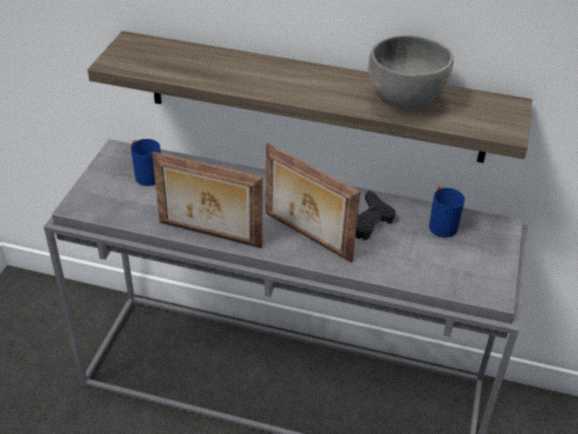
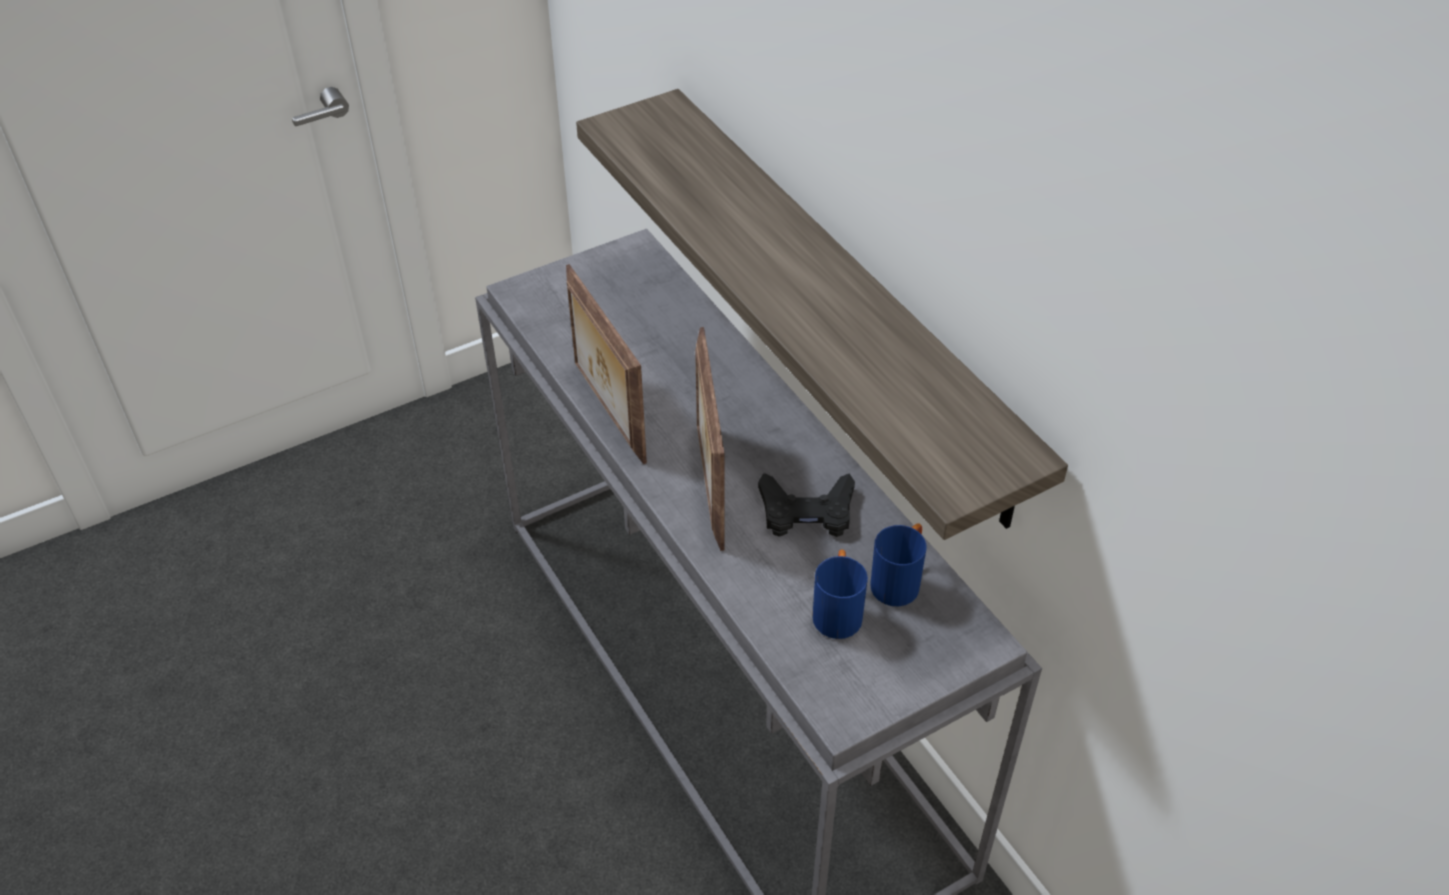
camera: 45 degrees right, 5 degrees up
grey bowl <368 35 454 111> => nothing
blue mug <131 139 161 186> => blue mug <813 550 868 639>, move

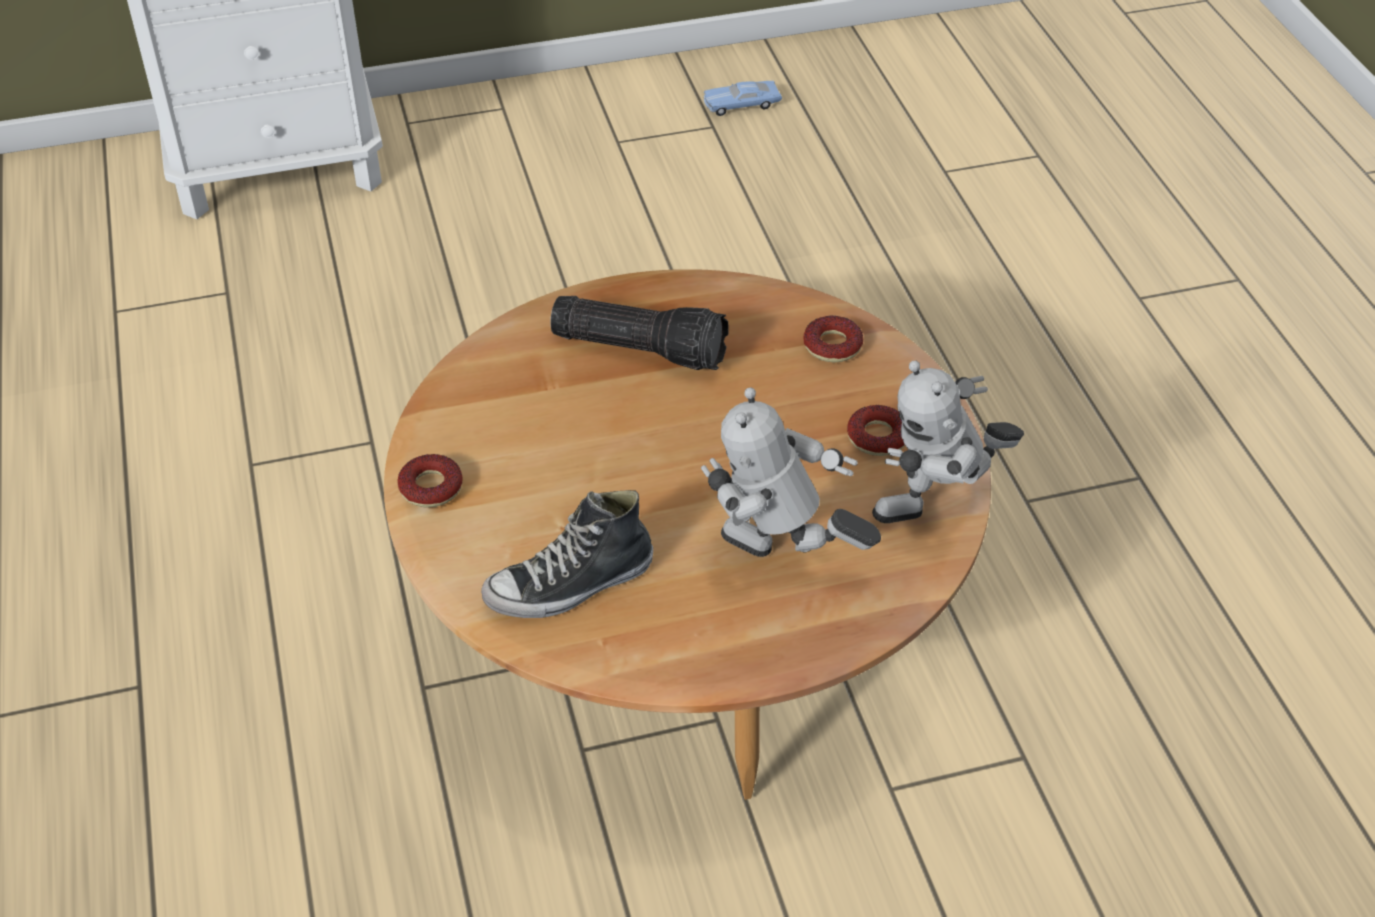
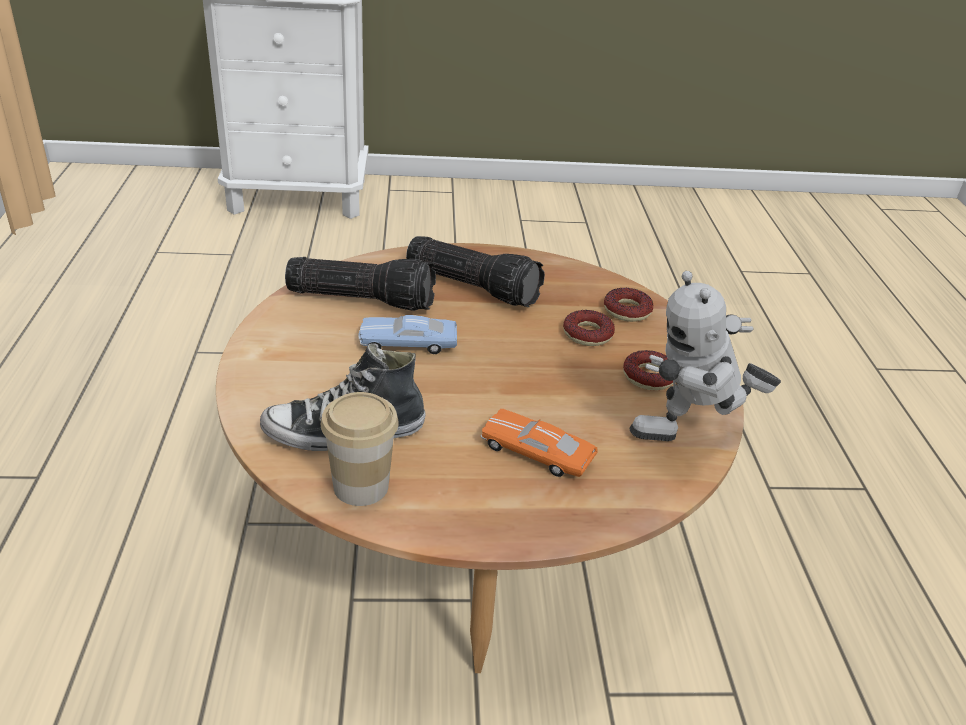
camera: 10 degrees right, 10 degrees down
nothing => flashlight <285 257 436 311>
nothing => cup <321 392 399 506>
donut <397 454 463 508> => donut <563 310 615 346>, move
blue toy car <703 81 782 116> => blue toy car <359 315 457 354>, move
toy robot <701 387 881 557> => orange toy car <481 409 598 477>

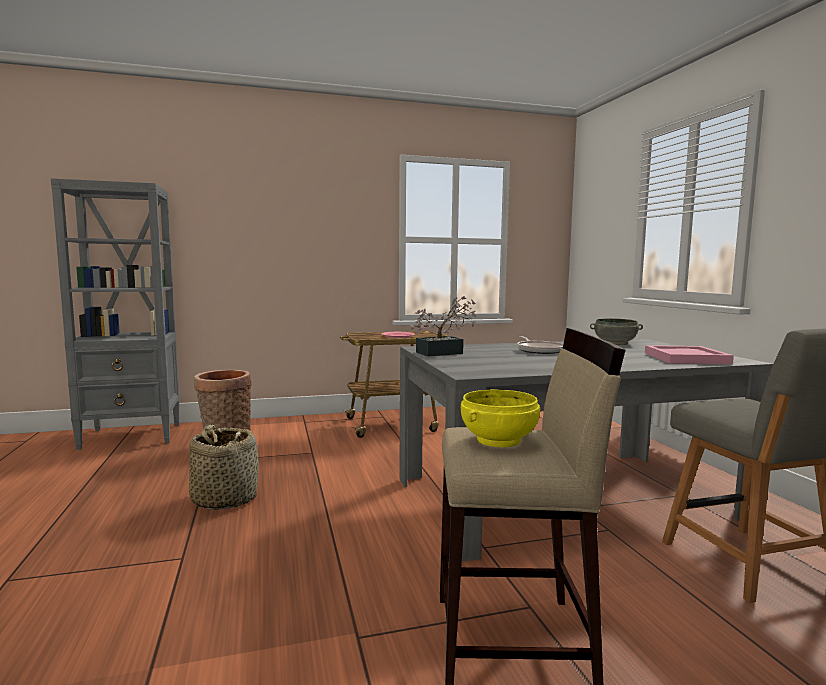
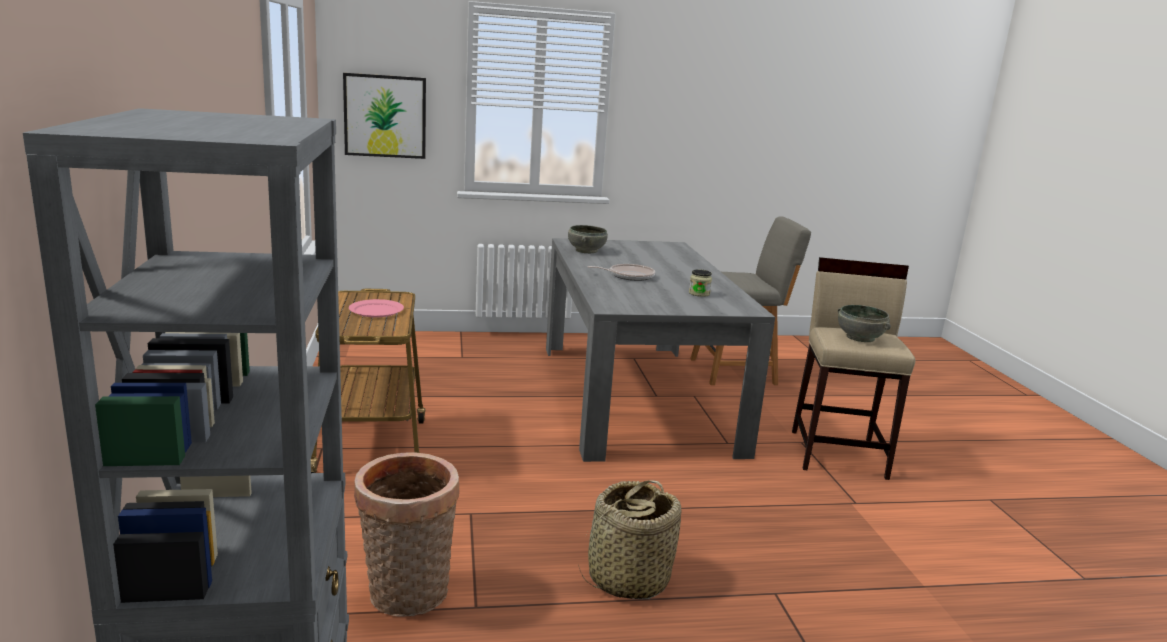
camera: 85 degrees left, 10 degrees up
potted plant <410 296 476 356> => nothing
pink tray <645 345 734 364> => nothing
nothing => picture <343 73 426 159>
nothing => jar <689 269 712 297>
yellow bowl <461 390 540 447> => grey bowl <838 305 891 342>

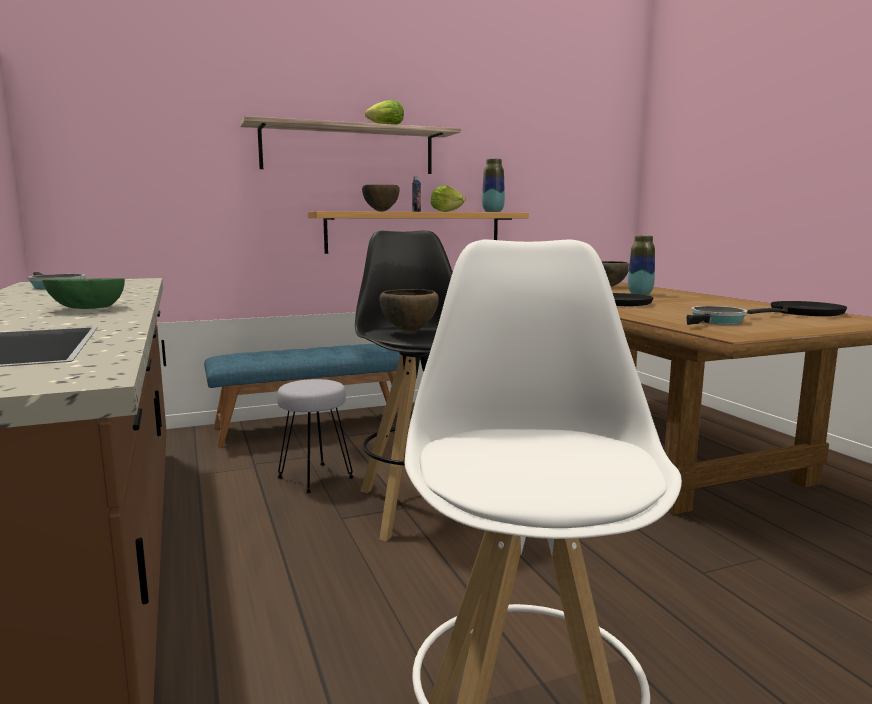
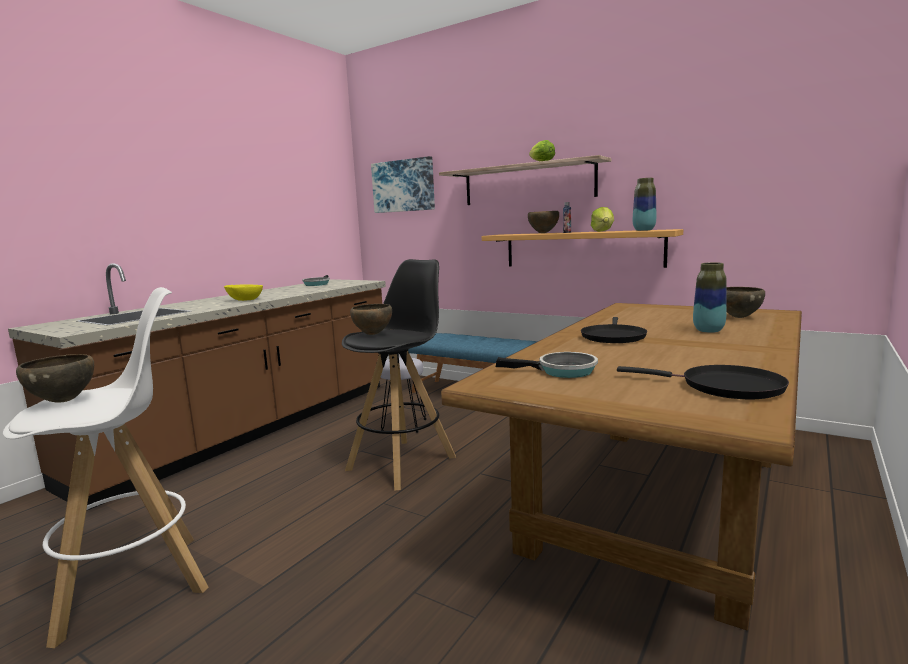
camera: 55 degrees right, 0 degrees up
nothing => brown bowl <16 354 94 402>
nothing => picture <371 156 435 213>
green bowl <42 278 125 309> => yellow bowl <224 284 263 301>

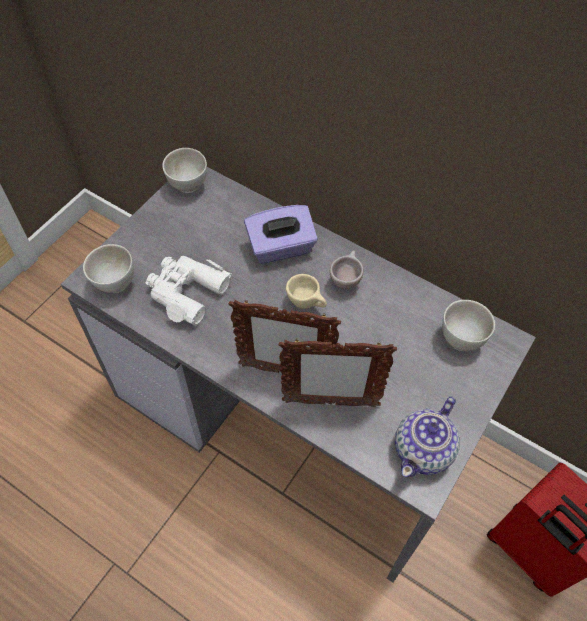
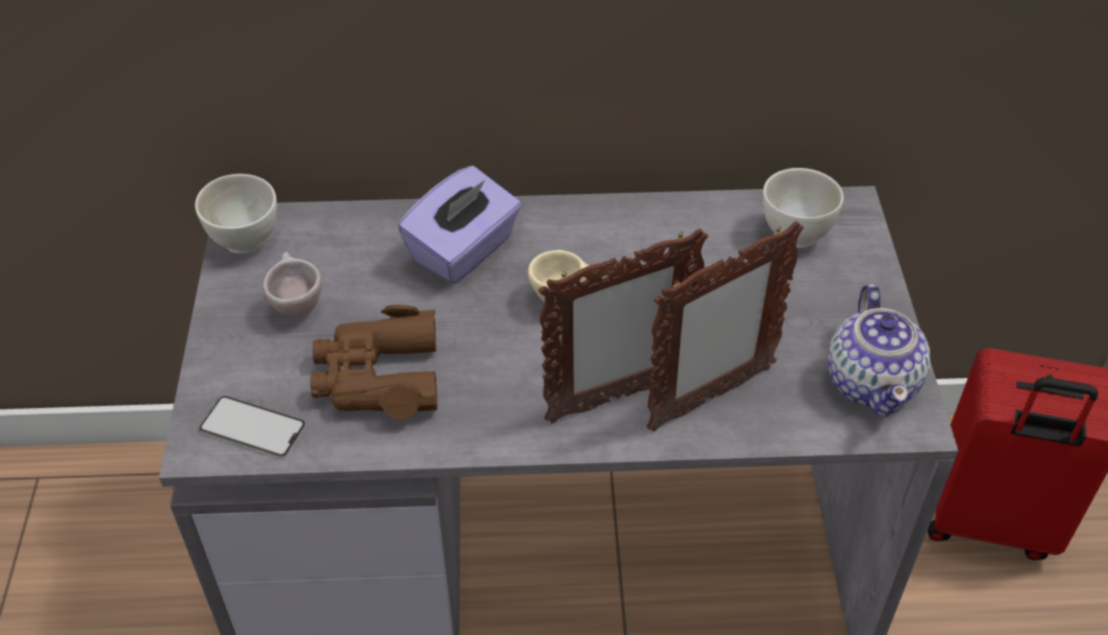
camera: 35 degrees left, 10 degrees down
beige cup <330 251 364 290> => beige cup <263 252 322 318>, move
white bowl <83 244 134 293> => phone <199 396 306 458>
white binoculars <145 256 232 326> => brown binoculars <310 305 437 420>

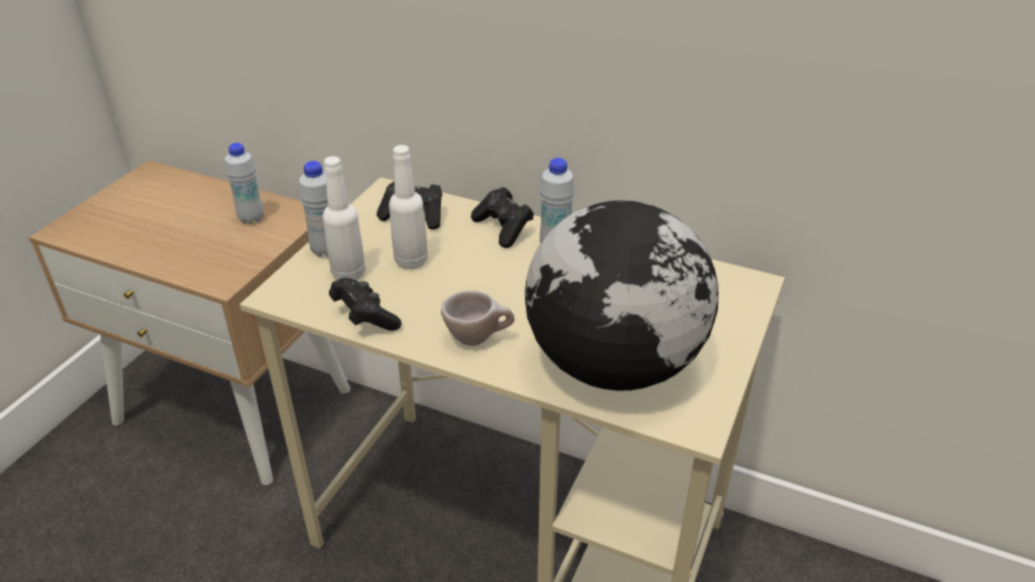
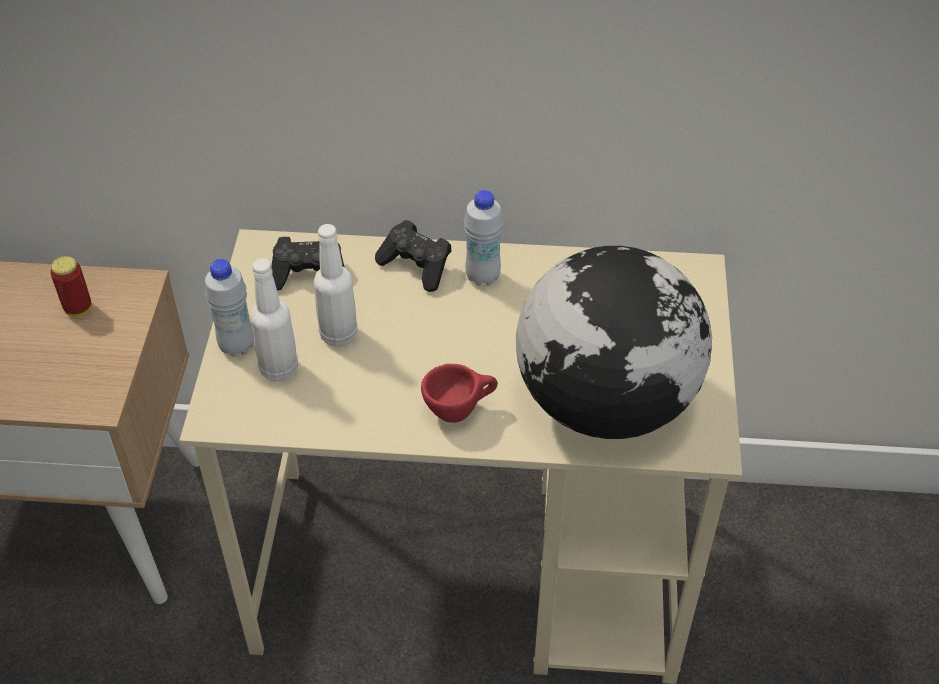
camera: 20 degrees left, 10 degrees up
black game controller <329 278 402 331> => nothing
white bottle <225 143 264 224> => can <50 256 92 317>
beige cup <441 291 515 346> => red cup <421 364 498 423>

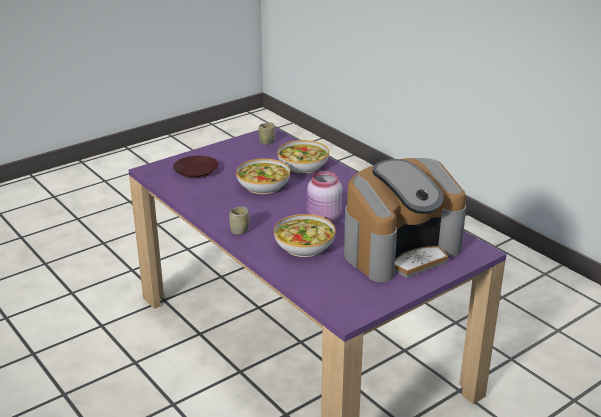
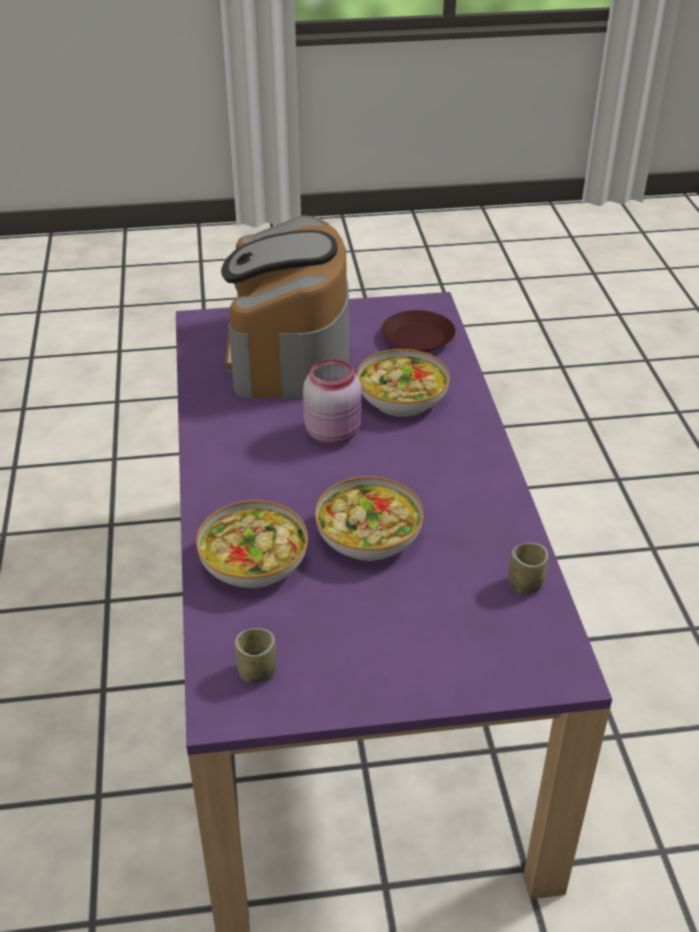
camera: 150 degrees left, 10 degrees up
brown plate <173 156 219 178> => brown plate <382 310 456 352>, move
cup <229 206 249 235> => cup <509 543 548 594>, move
coffee machine <344 158 466 282> => coffee machine <221 215 349 399>, 90 degrees counterclockwise

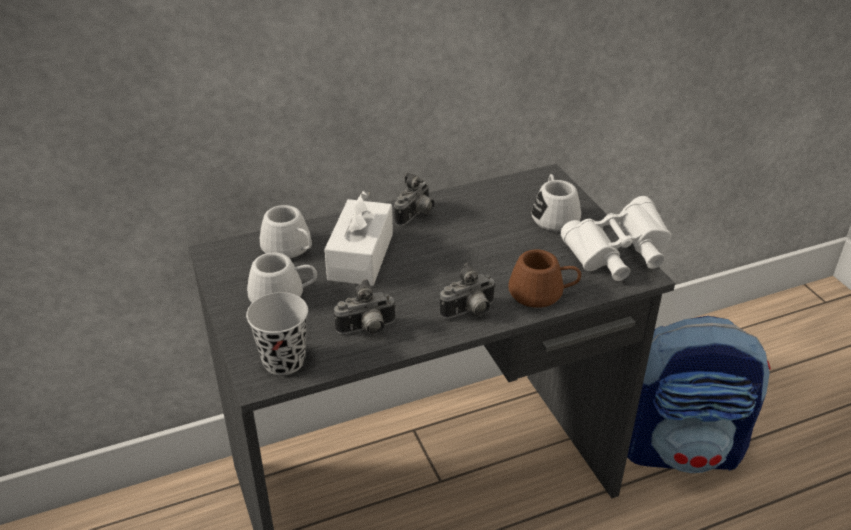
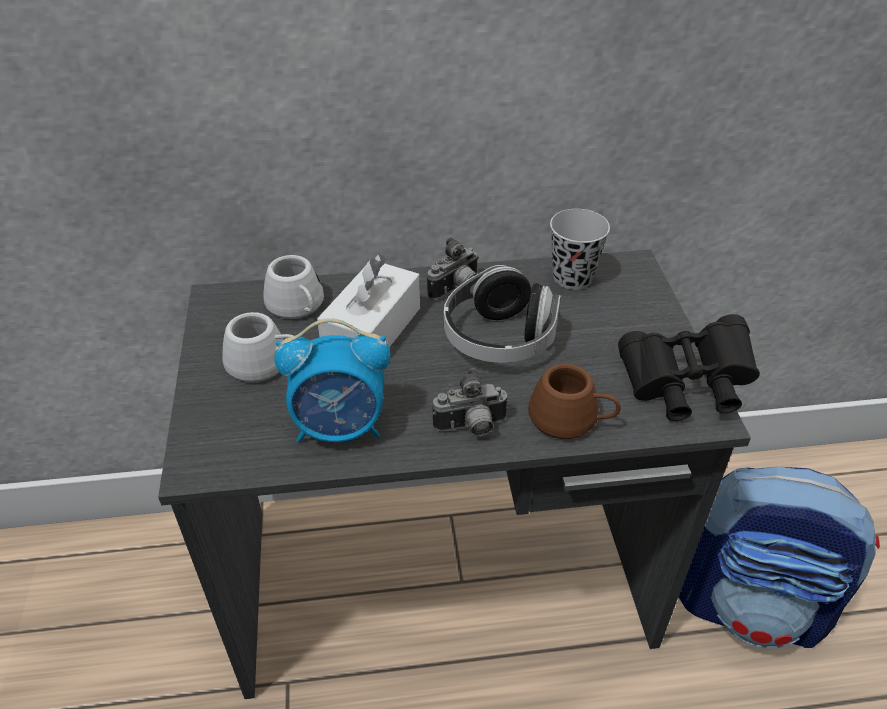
camera: 15 degrees right, 5 degrees up
white mug <532 174 581 231> => nothing
nothing => headphones <444 265 561 363>
black cup <246 292 308 375> => black cup <550 209 610 290>, move
photo camera <334 279 396 335> => alarm clock <274 318 391 443>
white binoculars <560 196 671 281> => black binoculars <618 314 760 421>

